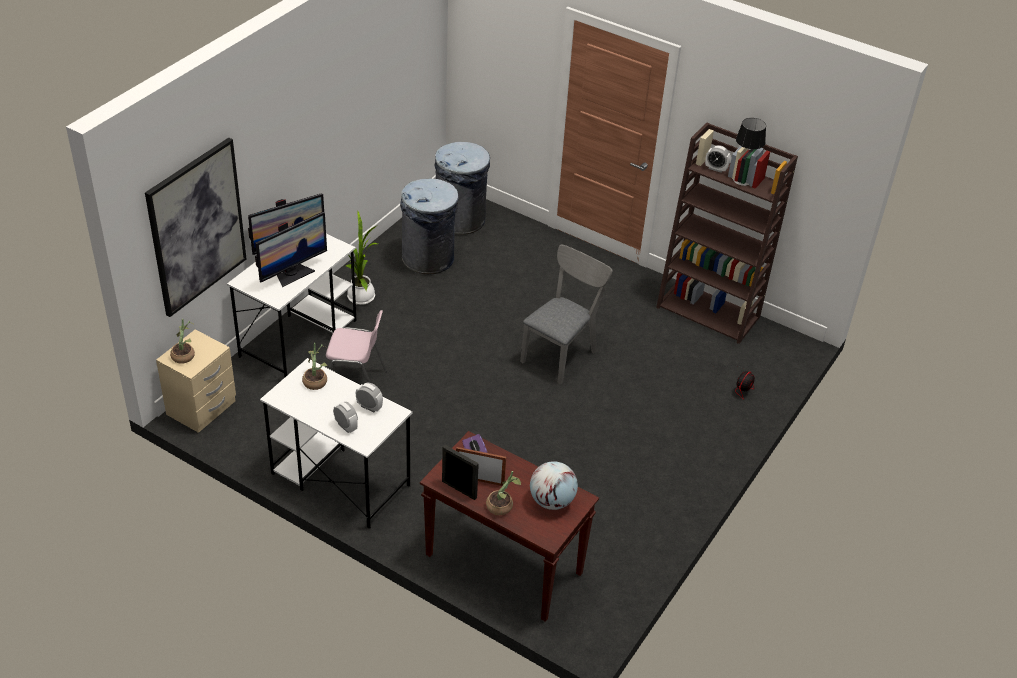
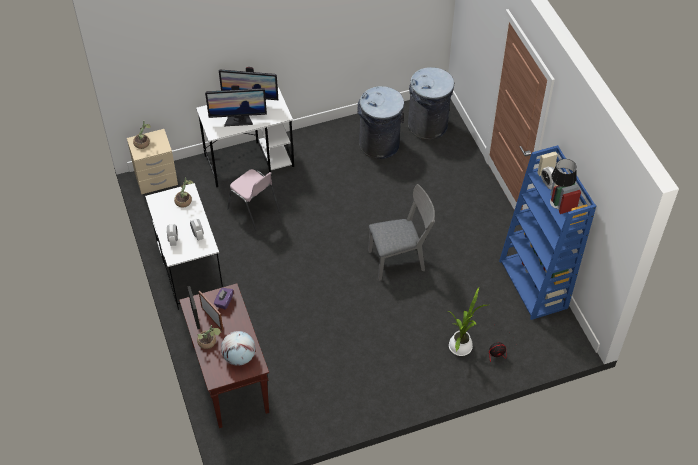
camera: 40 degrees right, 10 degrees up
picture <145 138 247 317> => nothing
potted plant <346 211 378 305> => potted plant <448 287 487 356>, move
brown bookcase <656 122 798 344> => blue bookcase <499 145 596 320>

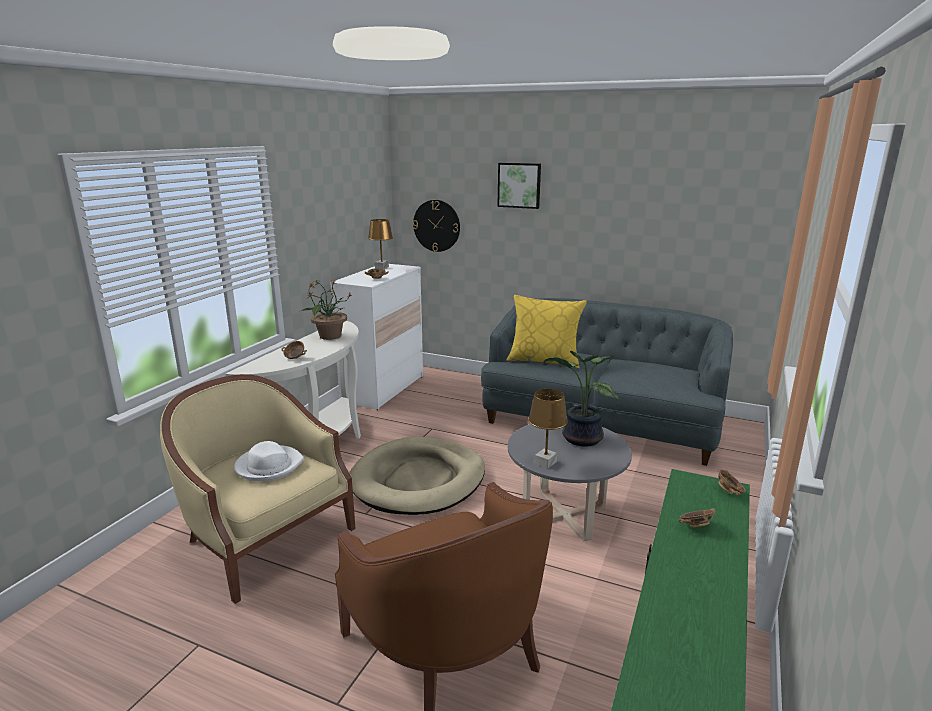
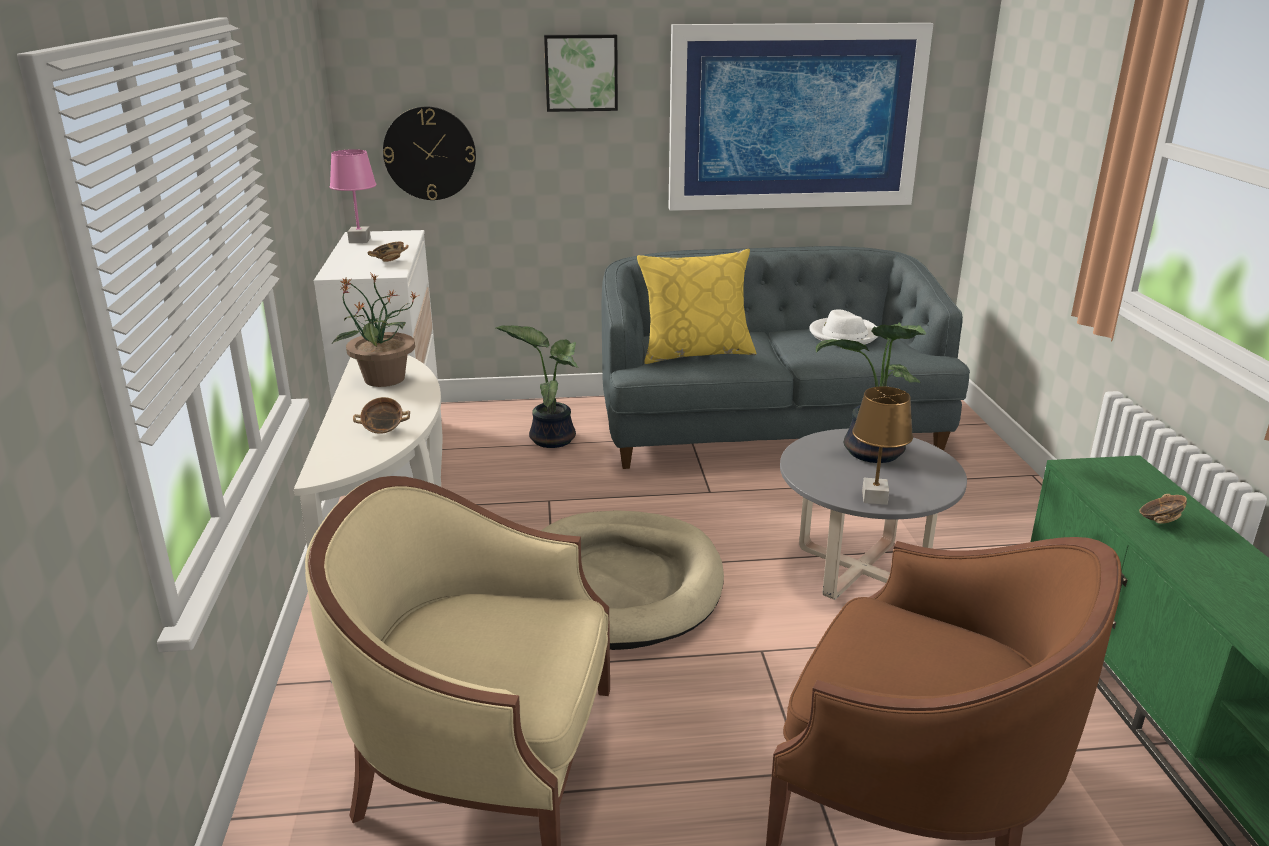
camera: 30 degrees left, 5 degrees up
bowl <718 469 745 496> => nothing
nothing => potted plant <496 325 579 448>
nothing => picture <669 23 934 211>
white hat <234 441 304 482> => white hat <809 309 878 344>, move
brown table lamp <368 219 393 269> => pink table lamp <330 149 377 243>

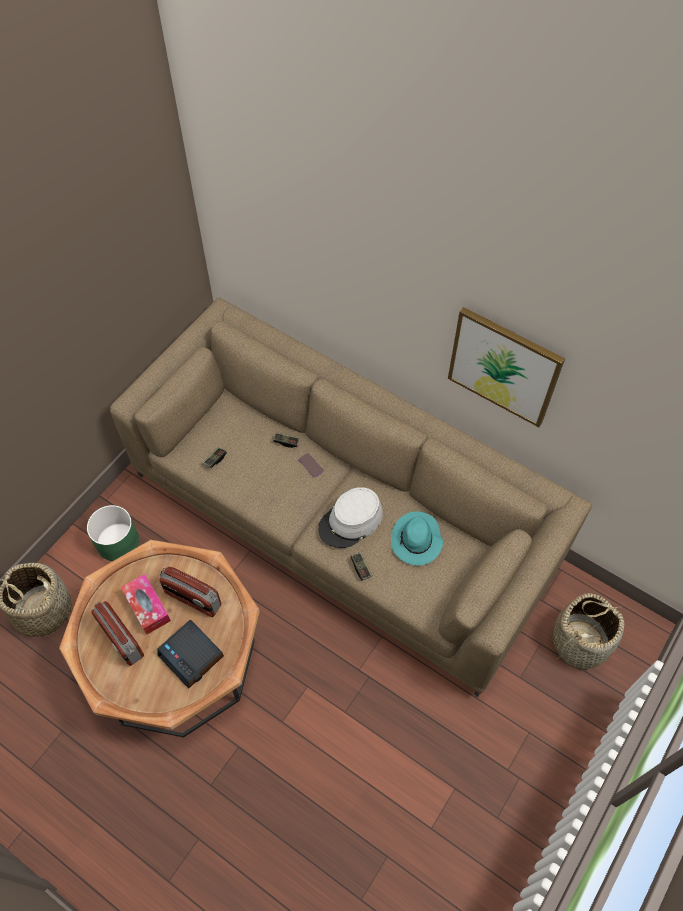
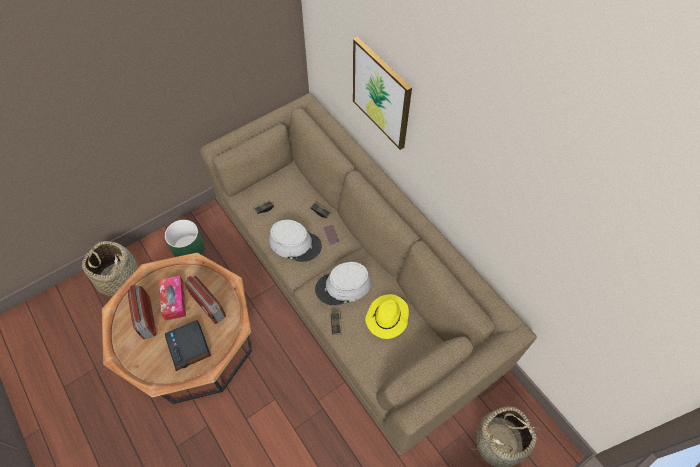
camera: 20 degrees right, 0 degrees up
nothing => grey hat <269 220 322 262>
picture <448 307 565 427> => picture <353 37 412 150>, move
turquoise hat <391 511 443 565> => yellow hat <365 294 409 339>

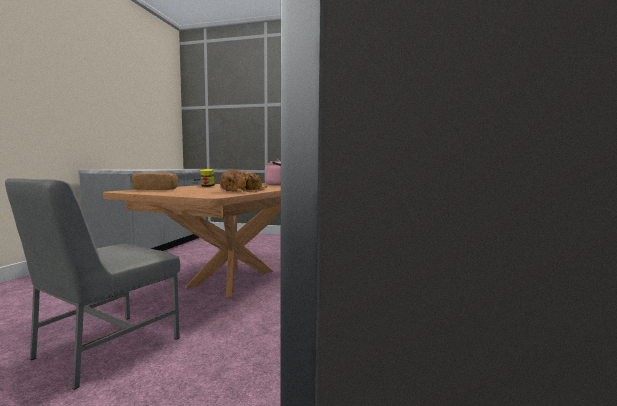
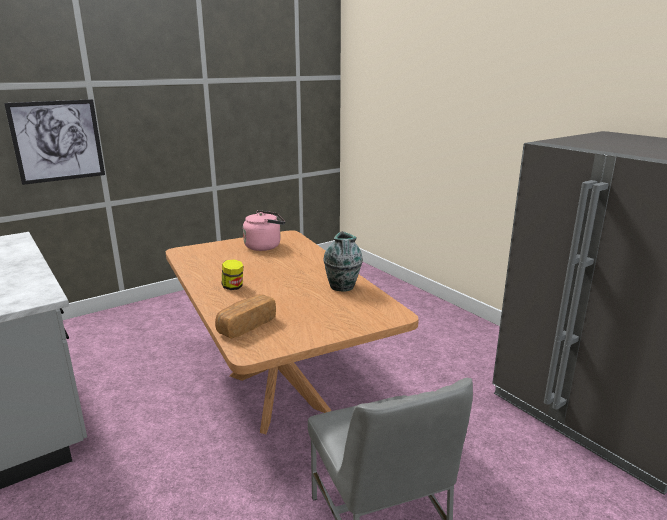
camera: 50 degrees left, 15 degrees up
nothing => picture <4 99 105 185>
bread <220 170 267 193> => vase <323 231 363 291>

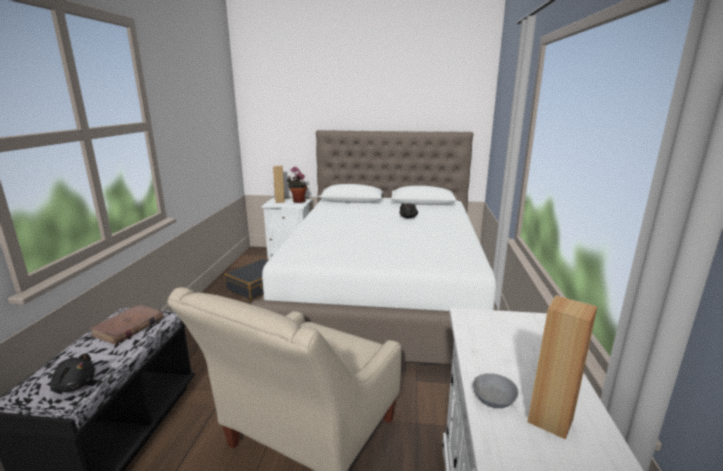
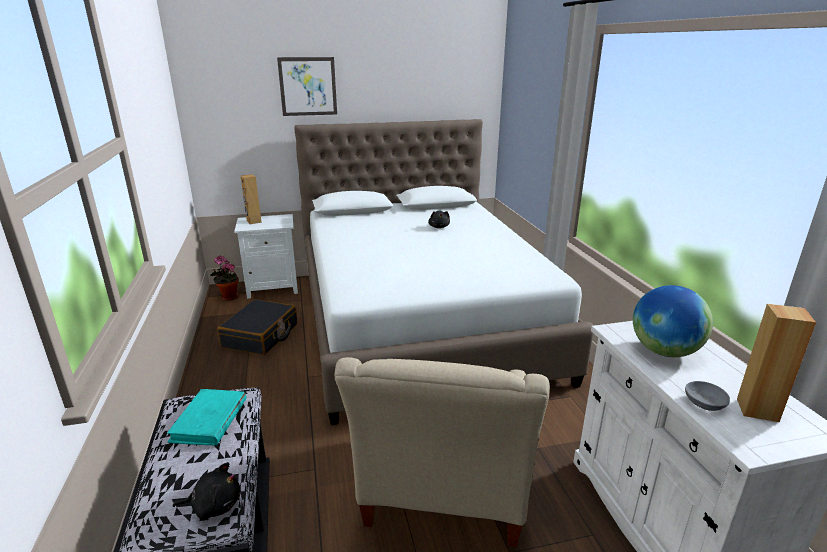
camera: 20 degrees left, 5 degrees up
nothing => picture <277 57 337 116>
nothing => globe <633 285 713 357>
potted plant <287 167 307 203> => potted plant <211 256 239 301>, move
brown book <90 304 164 345> => turquoise book <167 389 246 446>

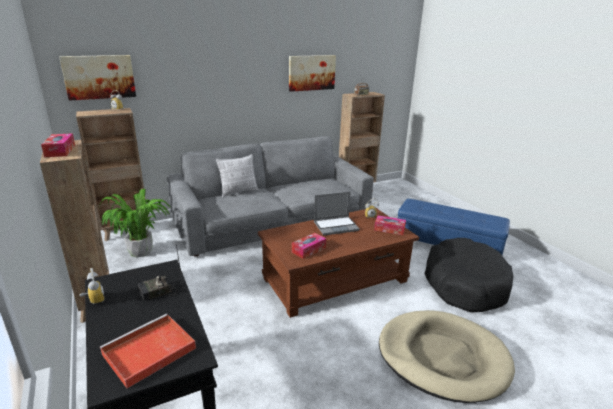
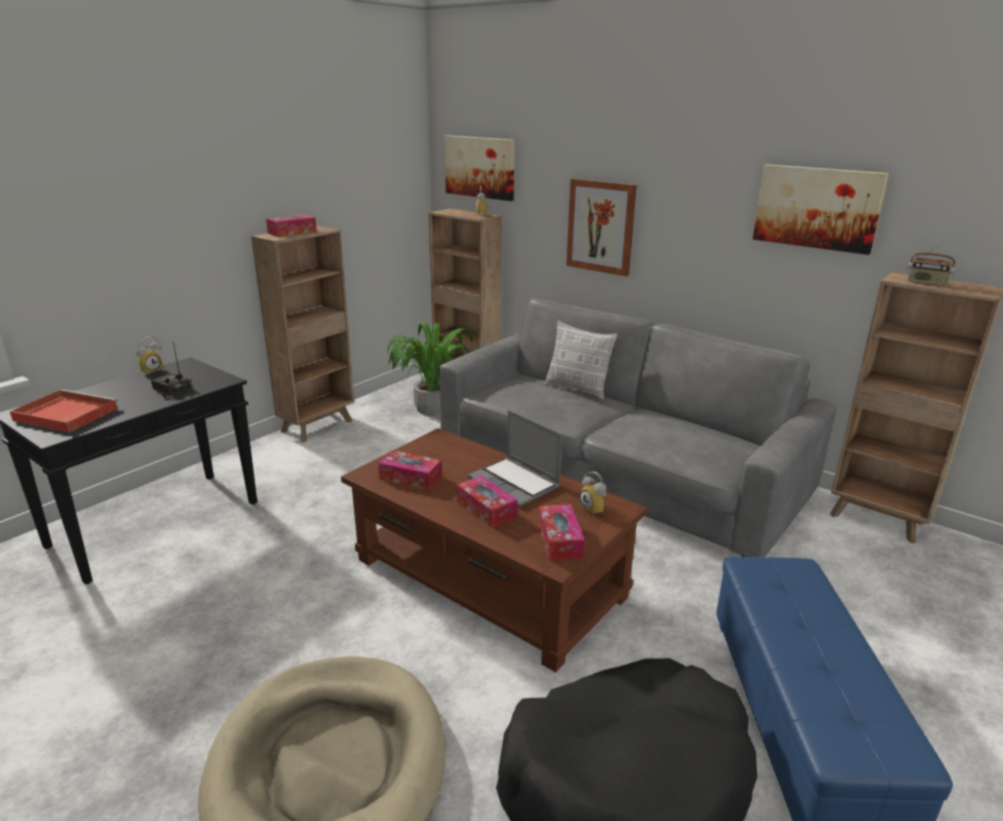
camera: 65 degrees right, 0 degrees up
nothing => tissue box <457 475 518 528>
nothing => picture <566 179 637 277>

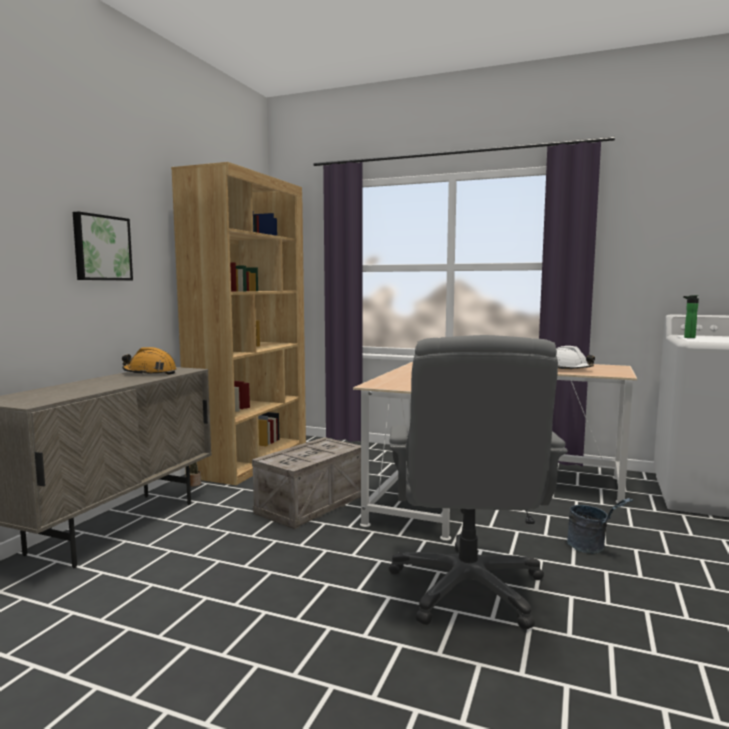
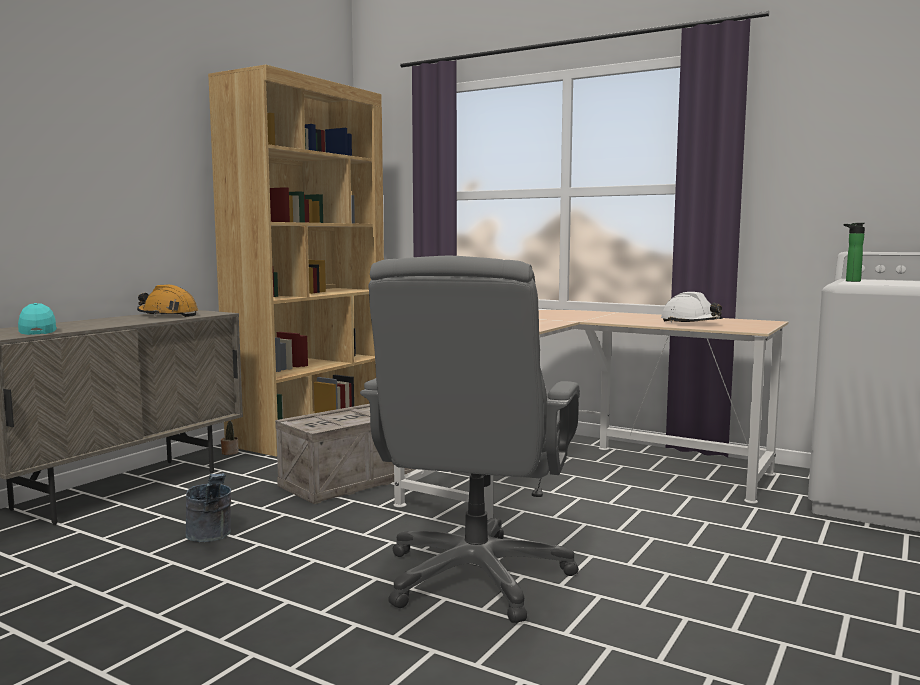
camera: 10 degrees right, 0 degrees up
picture <73 211 133 280> => nothing
nothing => turquoise cap <18 303 57 335>
grey bucket <567 498 633 554> => grey bucket <186 473 231 542>, move

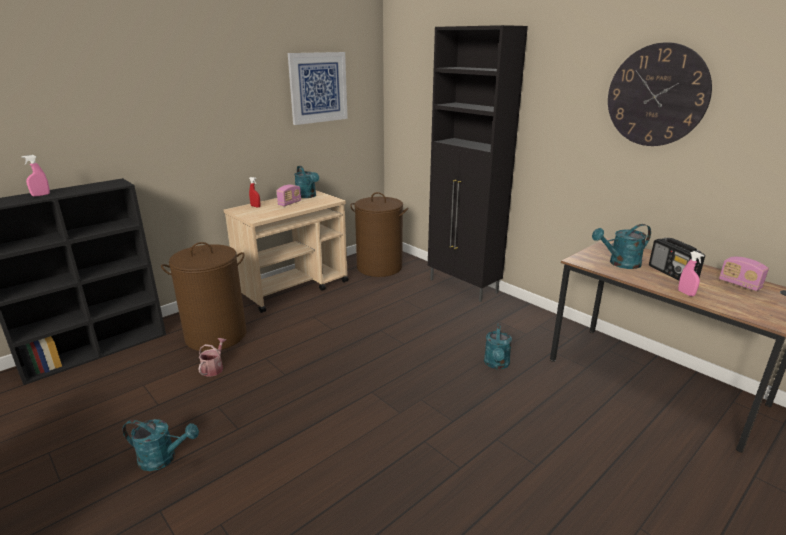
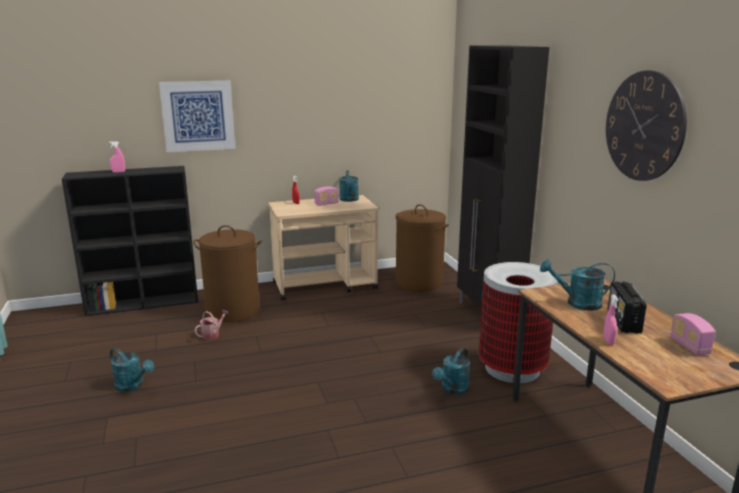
camera: 25 degrees right, 5 degrees down
nothing => trash can <479 262 558 383>
picture <288 52 348 125> => picture <159 81 235 152>, move

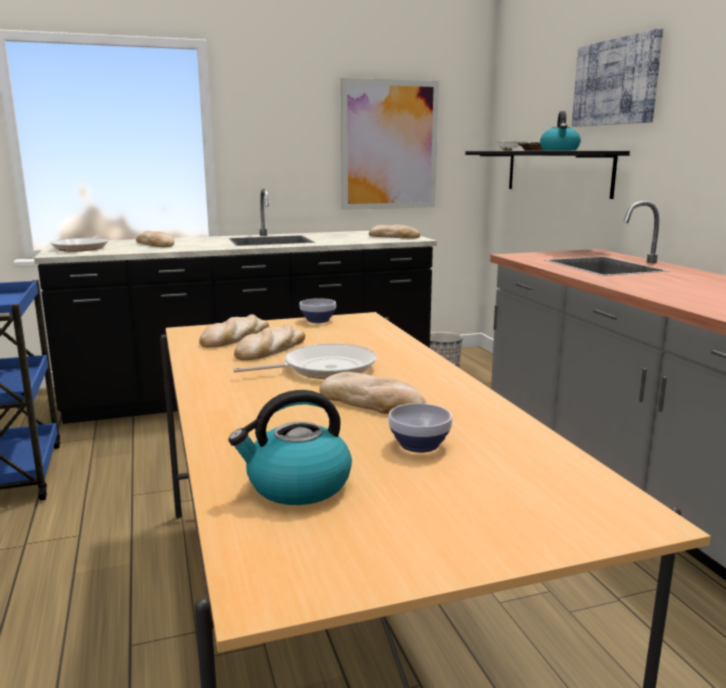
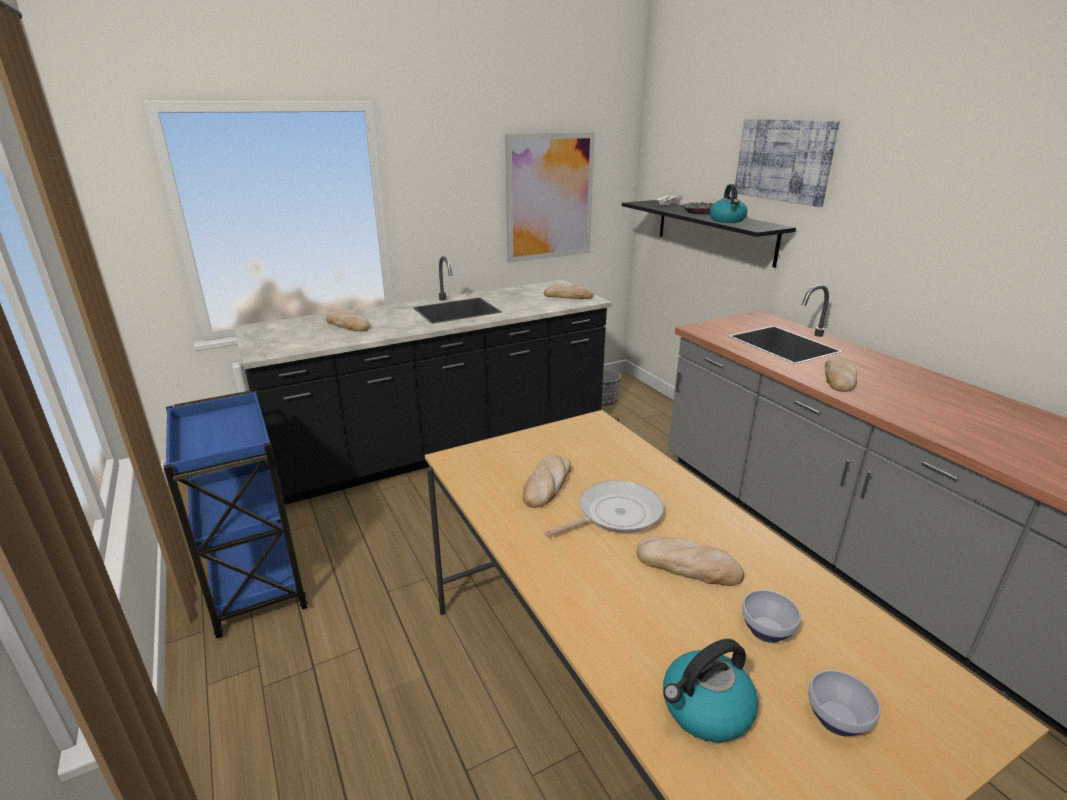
camera: 10 degrees left, 10 degrees up
frying pan <50 236 108 251> => nothing
bread <199 314 269 348> => bread <825 357 857 392>, move
bowl <300 298 336 323> => bowl <808 670 881 736>, move

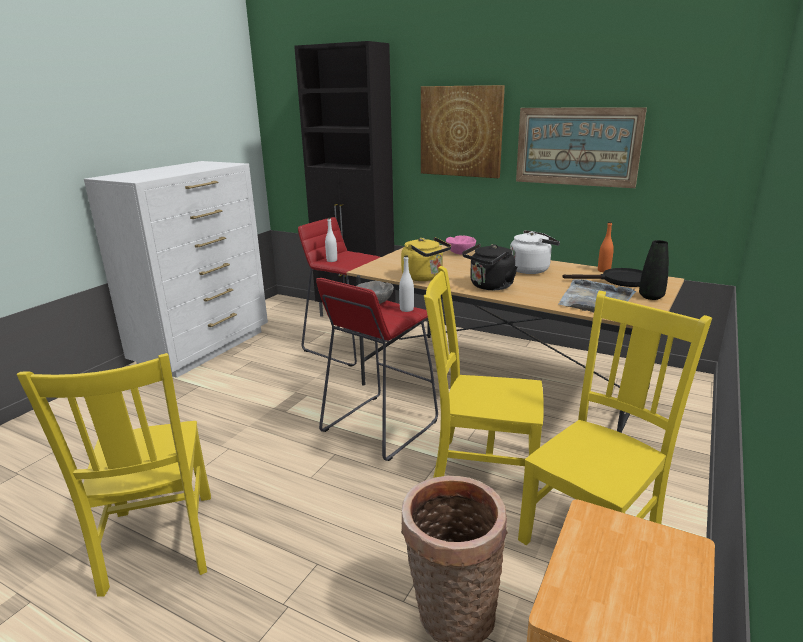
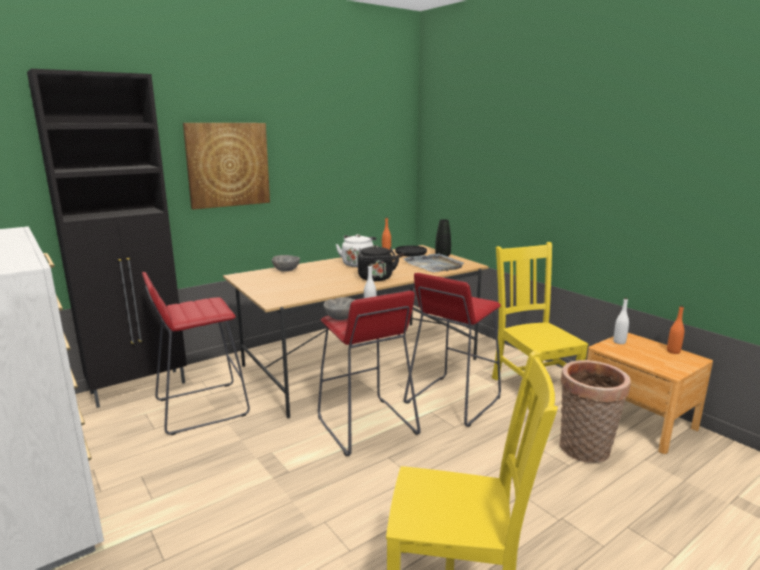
camera: 65 degrees left, 5 degrees down
yellow kettle <401 237 451 281> => nothing
picture <516 107 647 188> => nothing
nothing => orange bottle <667 306 684 354>
white bottle <325 218 337 262> => white bottle <613 298 629 344>, move
yellow chair <424 266 544 478> => red stool <404 273 501 427>
pink bowl <446 235 476 254> => grey bowl <271 255 300 272>

